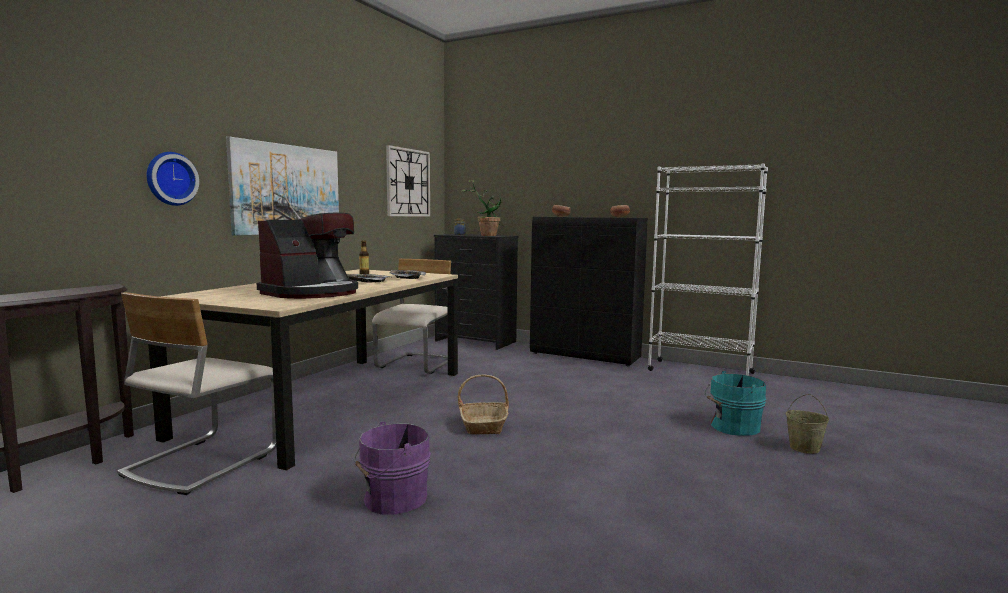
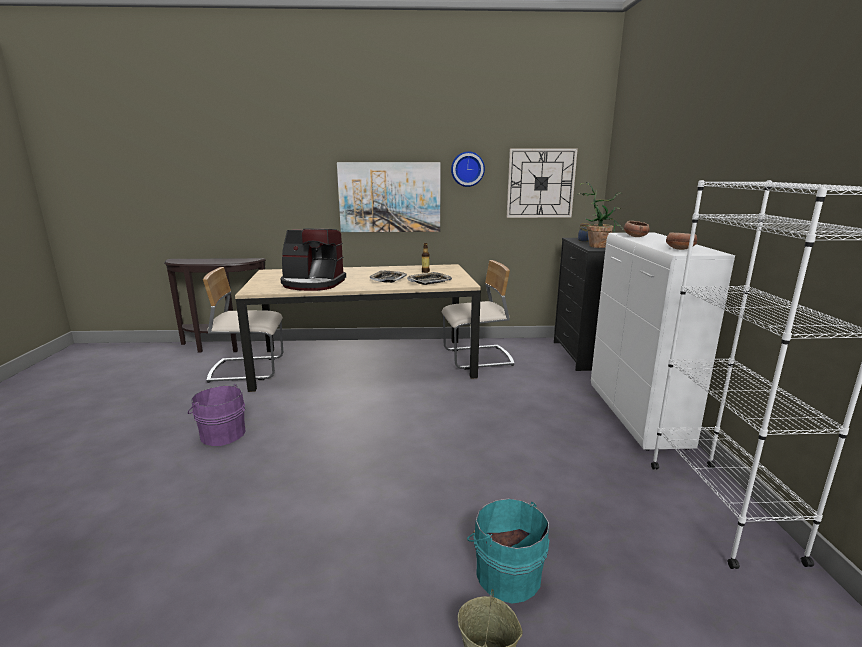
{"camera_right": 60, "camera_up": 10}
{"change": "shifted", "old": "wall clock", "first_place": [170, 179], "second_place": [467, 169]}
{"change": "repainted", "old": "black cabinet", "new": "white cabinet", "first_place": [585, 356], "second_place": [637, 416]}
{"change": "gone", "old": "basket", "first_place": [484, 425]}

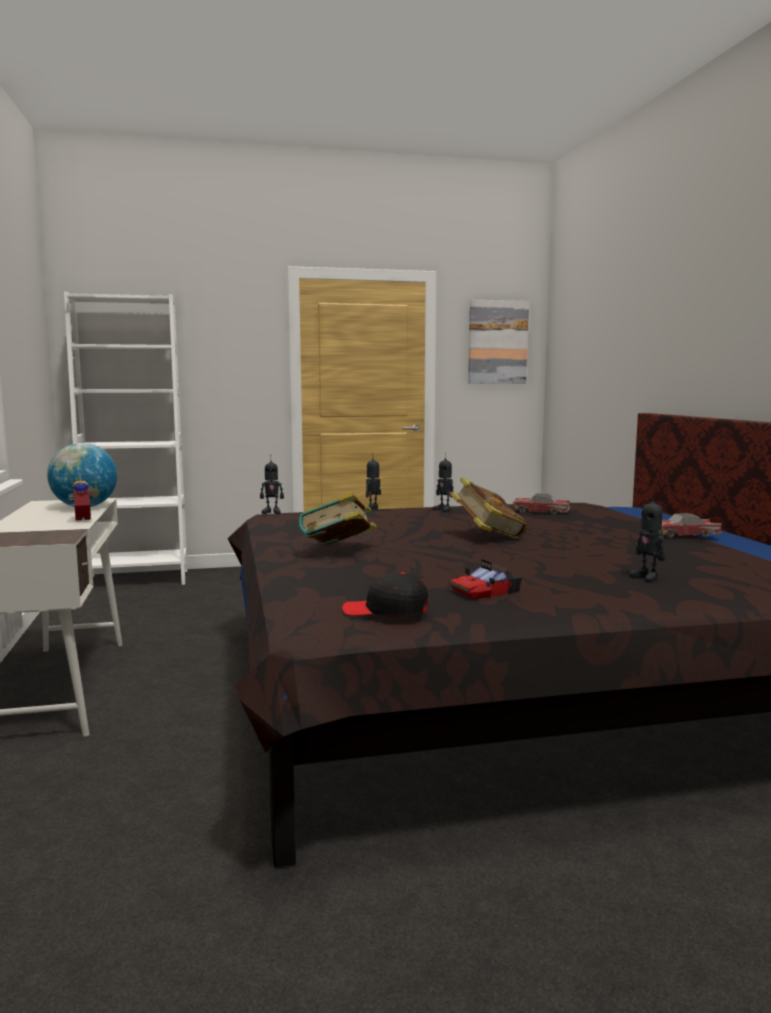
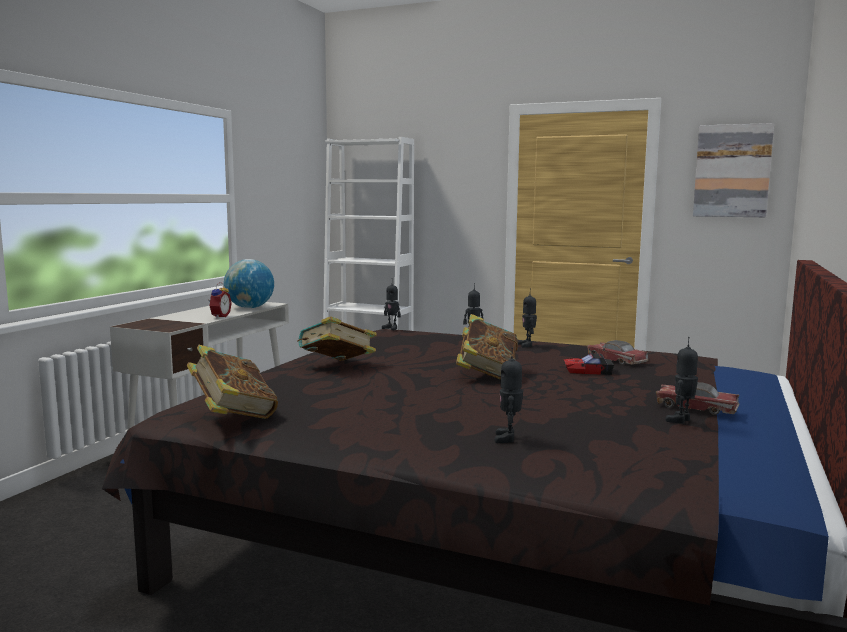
{"camera_right": 35, "camera_up": 0}
{"change": "shifted", "old": "toy car", "first_place": [485, 591], "second_place": [588, 371]}
{"change": "swapped", "old": "black cap", "new": "book", "first_place": [386, 611], "second_place": [233, 416]}
{"change": "new", "new": "toy robot", "second_place": [681, 420]}

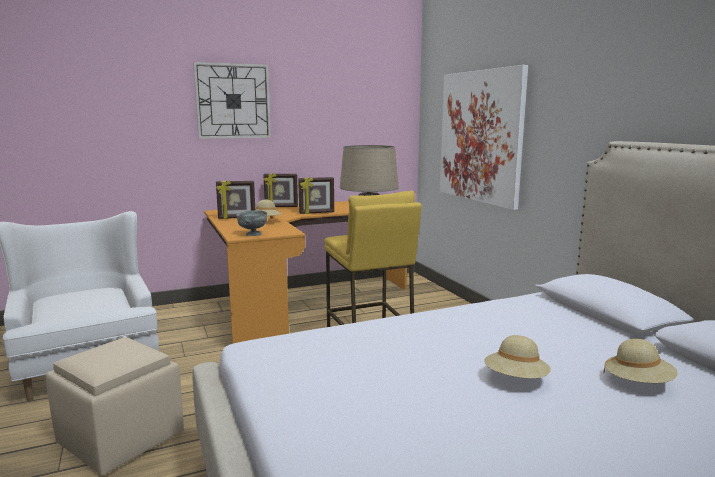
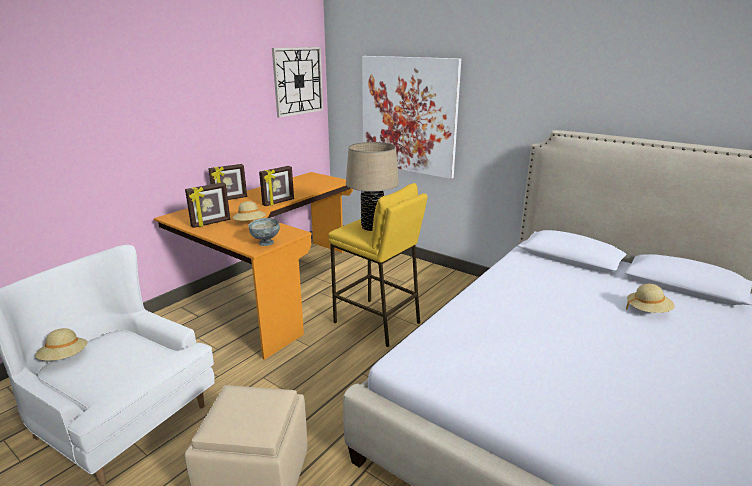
{"camera_right": -30, "camera_up": 10}
{"change": "shifted", "old": "wall clock", "first_place": [233, 101], "second_place": [298, 81]}
{"change": "shifted", "old": "beige hat", "first_place": [516, 379], "second_place": [64, 358]}

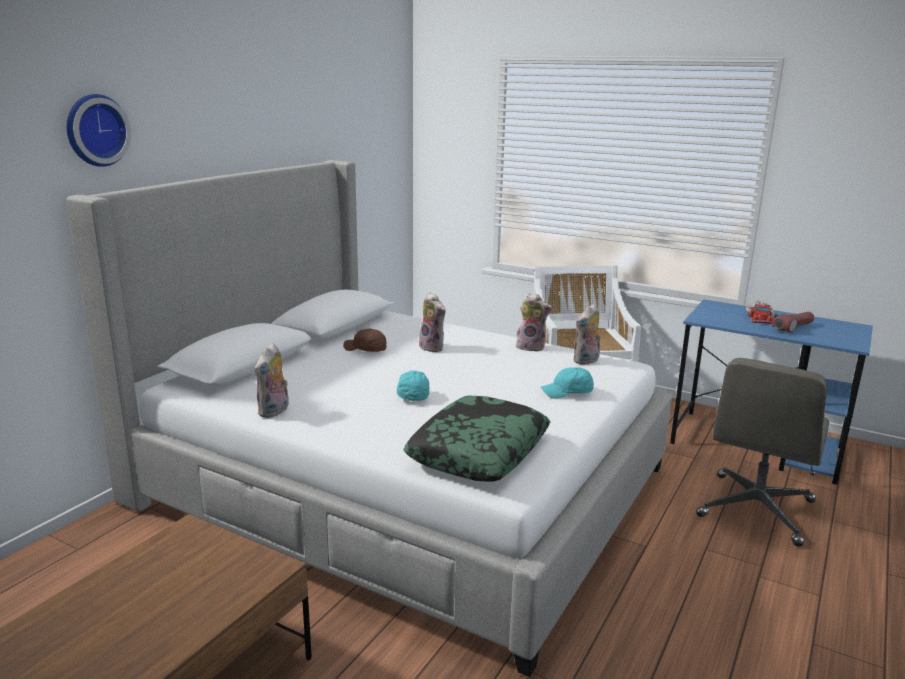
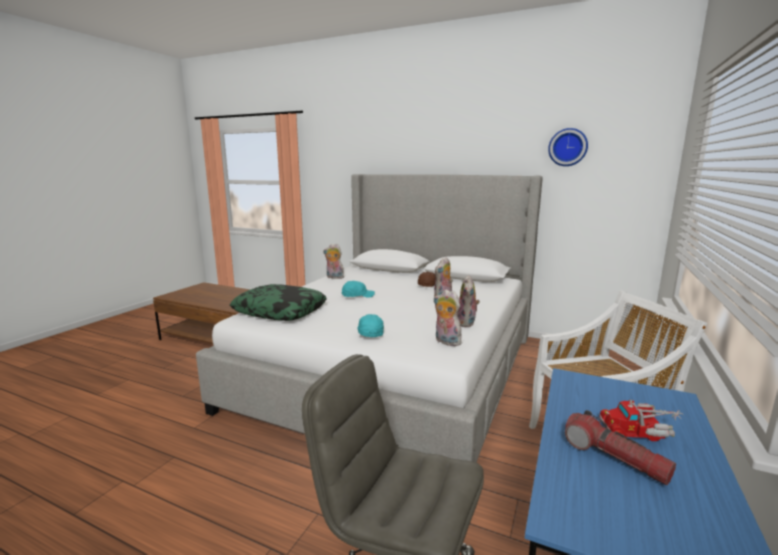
{"camera_right": 85, "camera_up": -5}
{"change": "shifted", "old": "wall clock", "first_place": [95, 130], "second_place": [568, 147]}

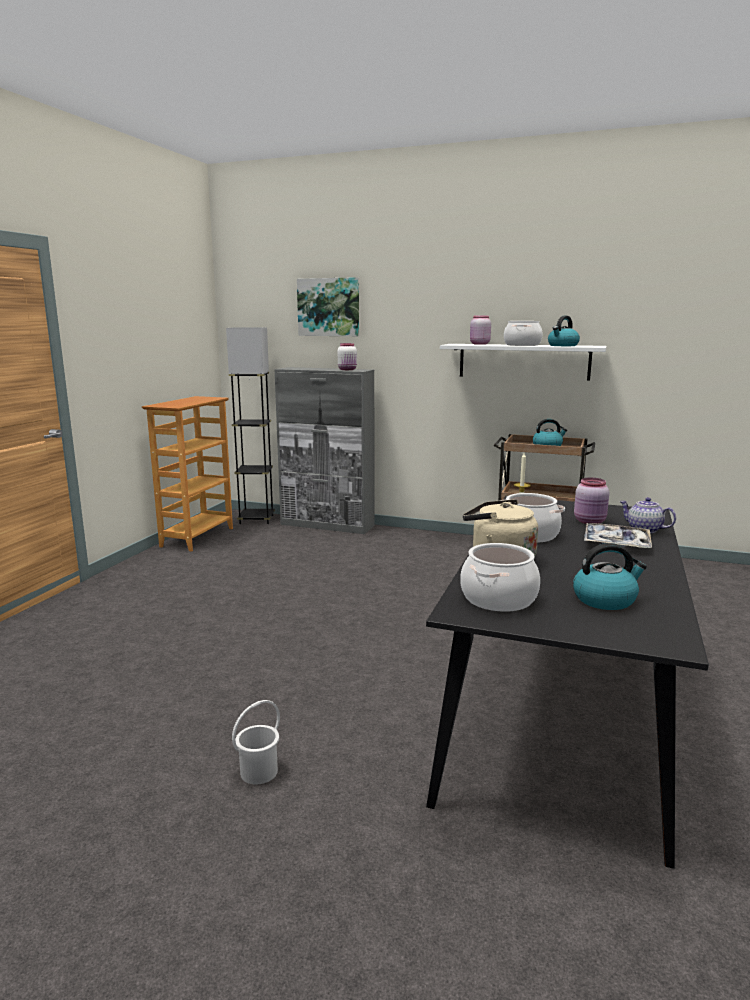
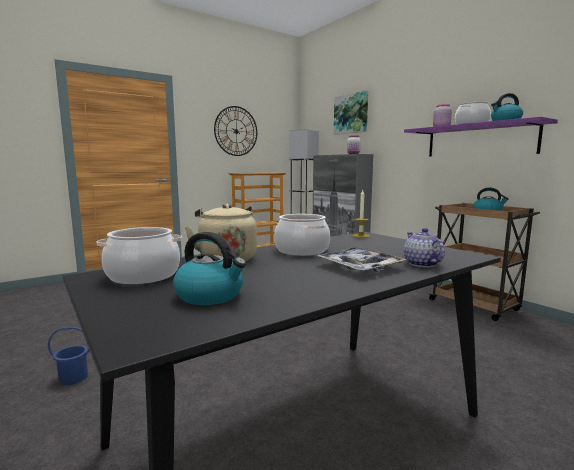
{"camera_right": 35, "camera_up": -5}
{"change": "repainted", "old": "white shelf", "new": "purple shelf", "first_place": [523, 361], "second_place": [479, 140]}
{"change": "gone", "old": "pink jar", "first_place": [590, 521]}
{"change": "repainted", "old": "white bucket", "new": "blue bucket", "first_place": [259, 772], "second_place": [73, 377]}
{"change": "new", "new": "wall clock", "second_place": [236, 131]}

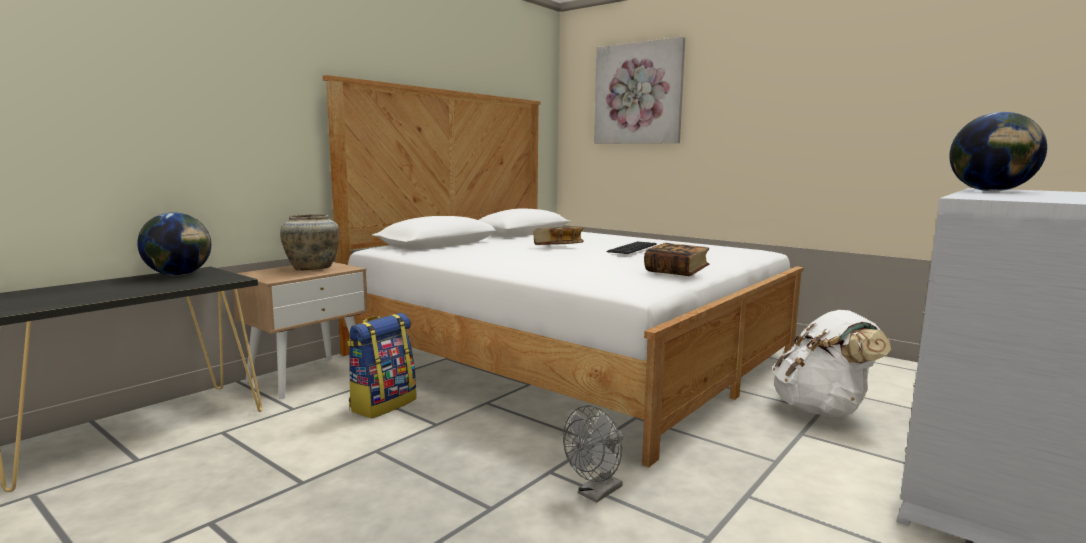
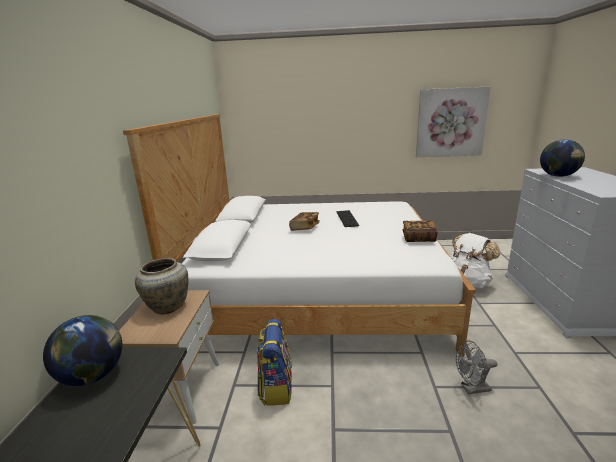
{"camera_right": -35, "camera_up": 10}
{"change": "shifted", "old": "picture", "first_place": [638, 93], "second_place": [451, 123]}
{"change": "rotated", "old": "grey fan", "first_place": [596, 494], "second_place": [471, 388], "degrees": 75}

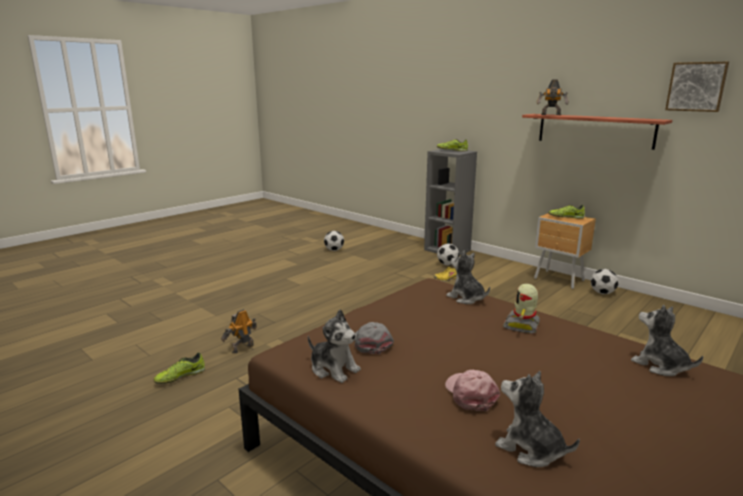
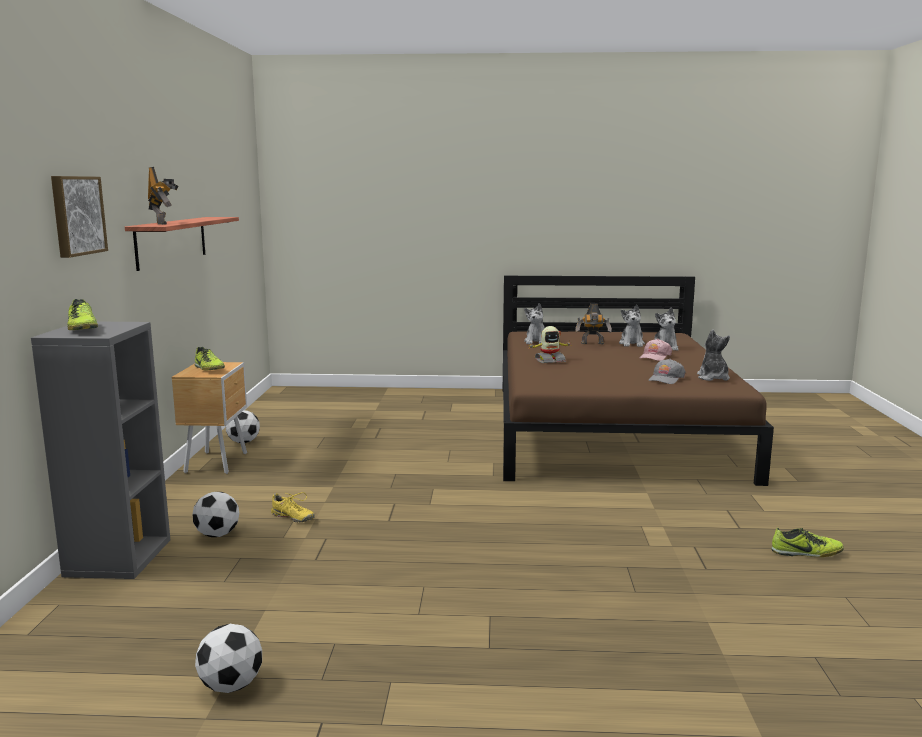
{"camera_right": -130, "camera_up": -5}
{"change": "shifted", "old": "picture", "first_place": [696, 86], "second_place": [76, 215]}
{"change": "shifted", "old": "plush toy", "first_place": [466, 298], "second_place": [632, 344]}
{"change": "shifted", "old": "toy robot", "first_place": [242, 348], "second_place": [592, 344]}

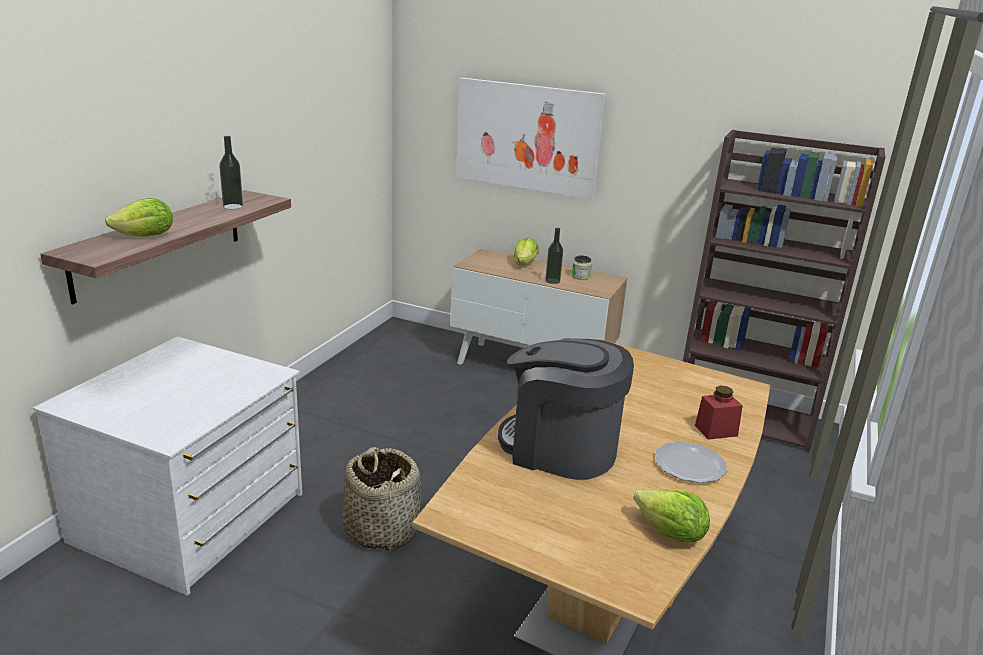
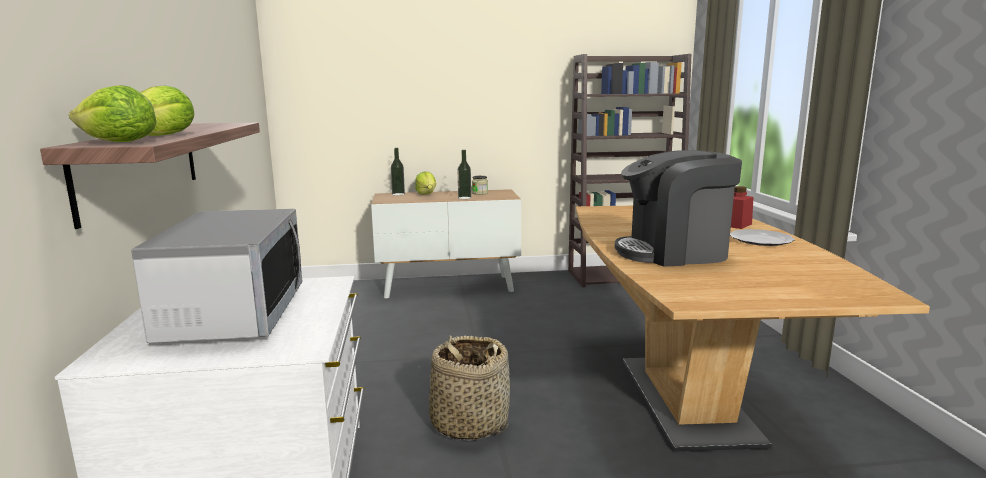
{"camera_right": -30, "camera_up": -10}
{"change": "gone", "old": "picture", "first_place": [527, 137]}
{"change": "shifted", "old": "bottle", "first_place": [233, 206], "second_place": [398, 194]}
{"change": "shifted", "old": "lettuce", "first_place": [670, 533], "second_place": [119, 143]}
{"change": "new", "new": "microwave", "second_place": [234, 314]}

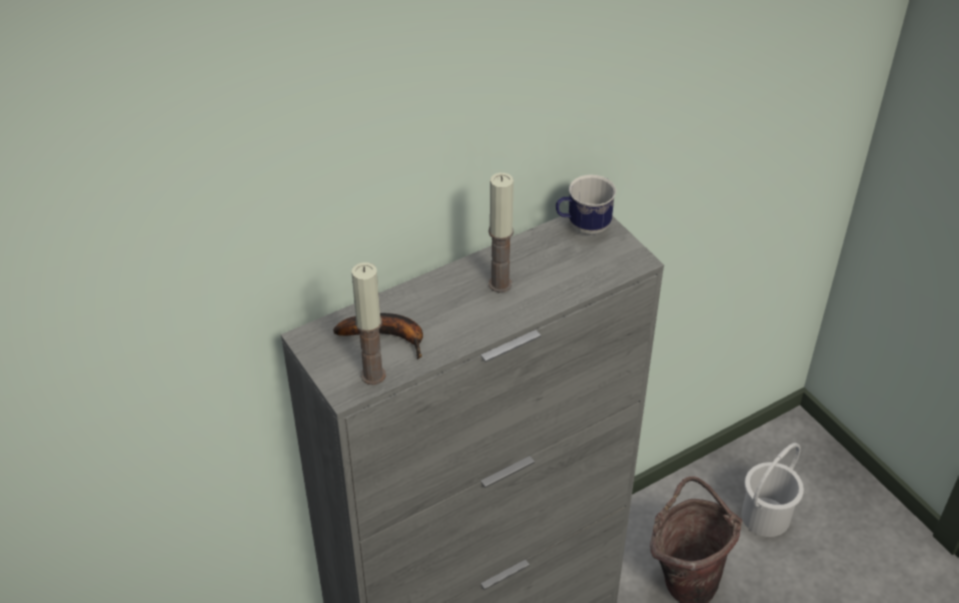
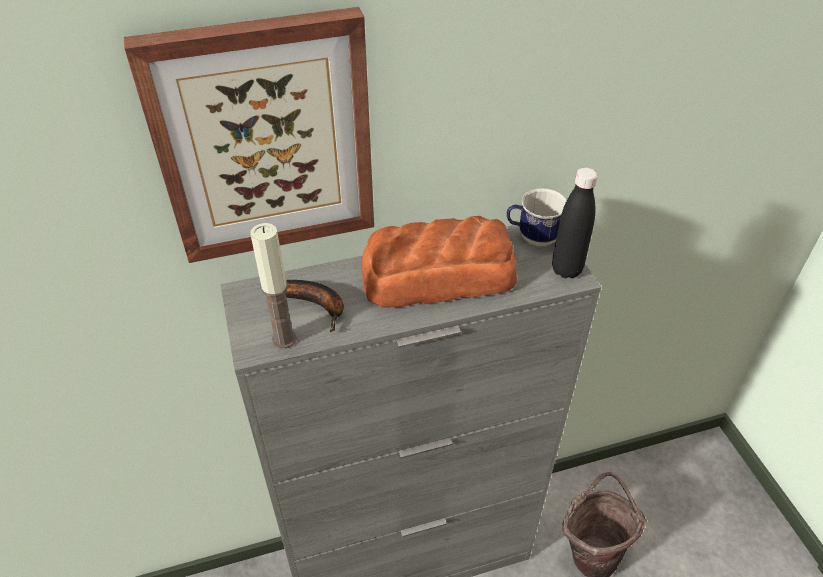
{"camera_right": 15, "camera_up": 0}
{"change": "swapped", "old": "candle", "new": "bread", "first_place": [500, 284], "second_place": [436, 276]}
{"change": "gone", "old": "white bucket", "first_place": [766, 517]}
{"change": "new", "new": "picture", "second_place": [265, 139]}
{"change": "new", "new": "black bottle", "second_place": [566, 270]}

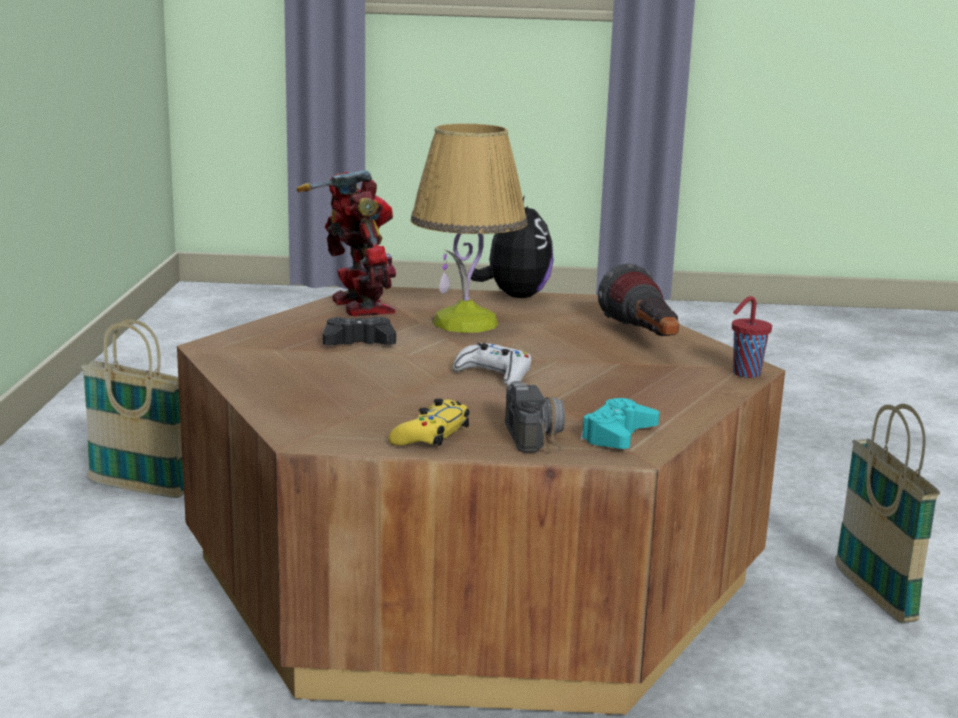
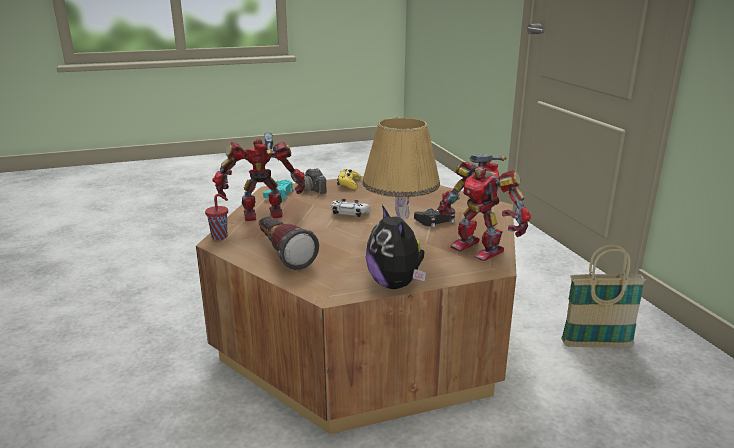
{"camera_right": 160, "camera_up": 5}
{"change": "gone", "old": "basket", "first_place": [874, 595]}
{"change": "new", "new": "toy robot", "second_place": [263, 215]}

